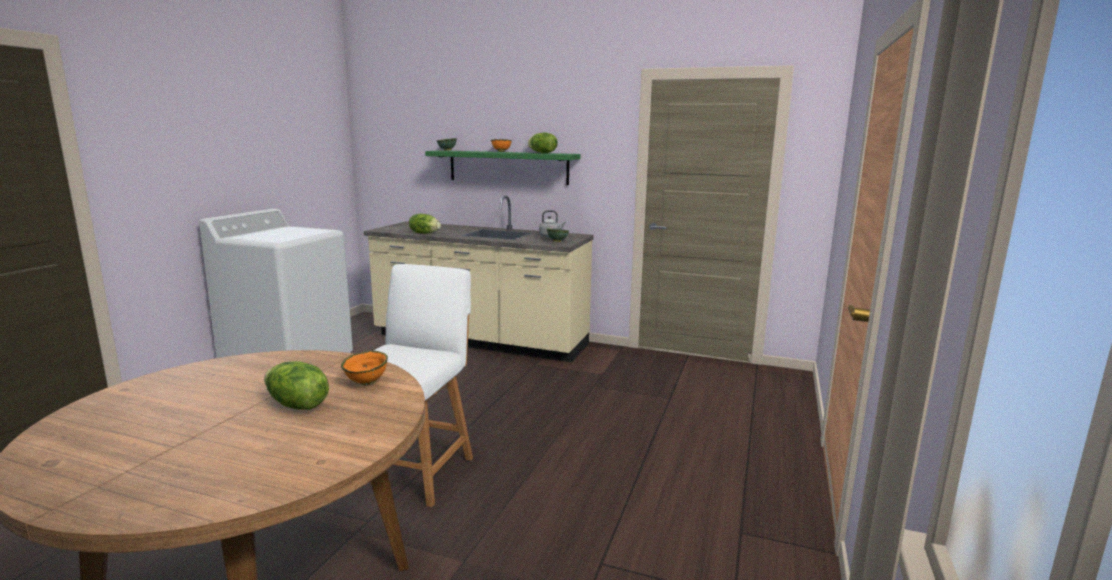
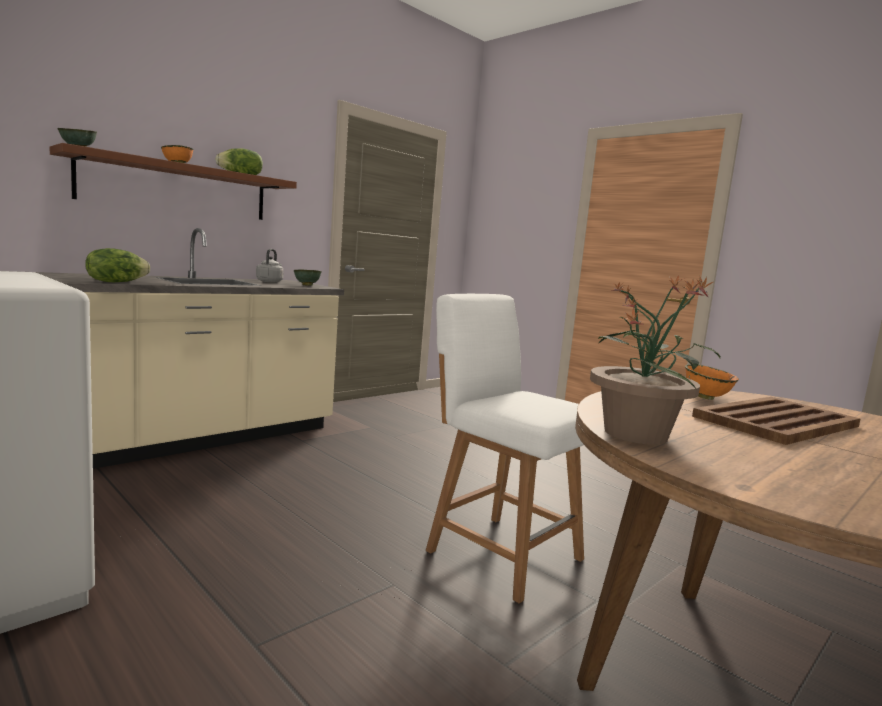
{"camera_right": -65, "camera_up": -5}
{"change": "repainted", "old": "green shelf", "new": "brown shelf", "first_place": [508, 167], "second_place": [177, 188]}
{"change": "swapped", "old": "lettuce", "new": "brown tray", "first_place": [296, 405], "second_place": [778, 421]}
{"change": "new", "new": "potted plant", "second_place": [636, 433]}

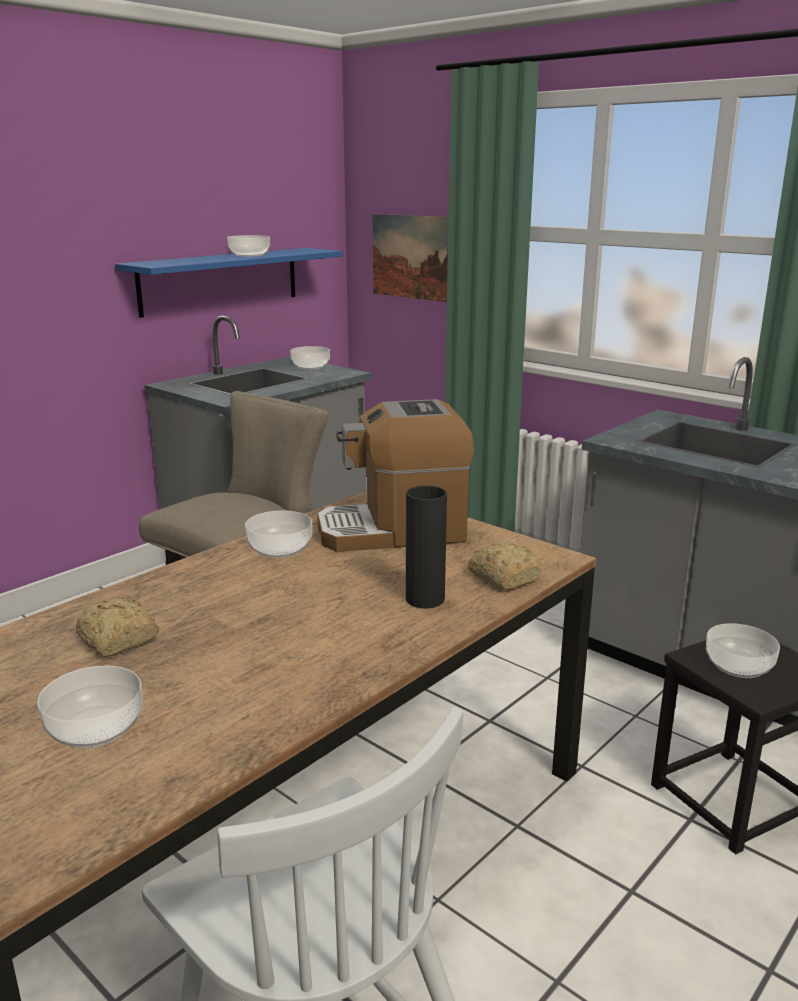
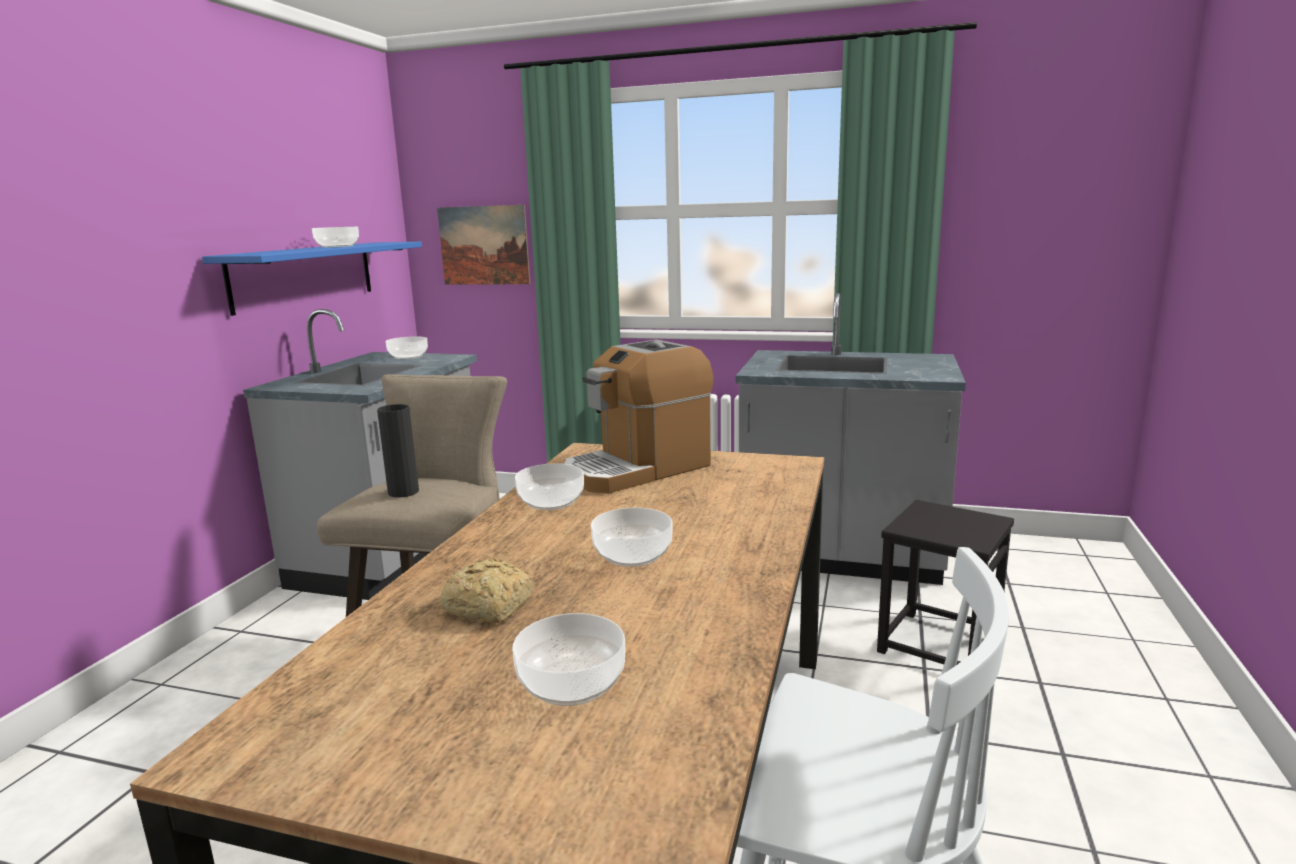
{"camera_right": -25, "camera_up": -5}
{"change": "shifted", "old": "black vase", "first_place": [425, 599], "second_place": [403, 492]}
{"change": "gone", "old": "bread", "first_place": [504, 577]}
{"change": "shifted", "old": "bowl", "first_place": [738, 665], "second_place": [632, 554]}

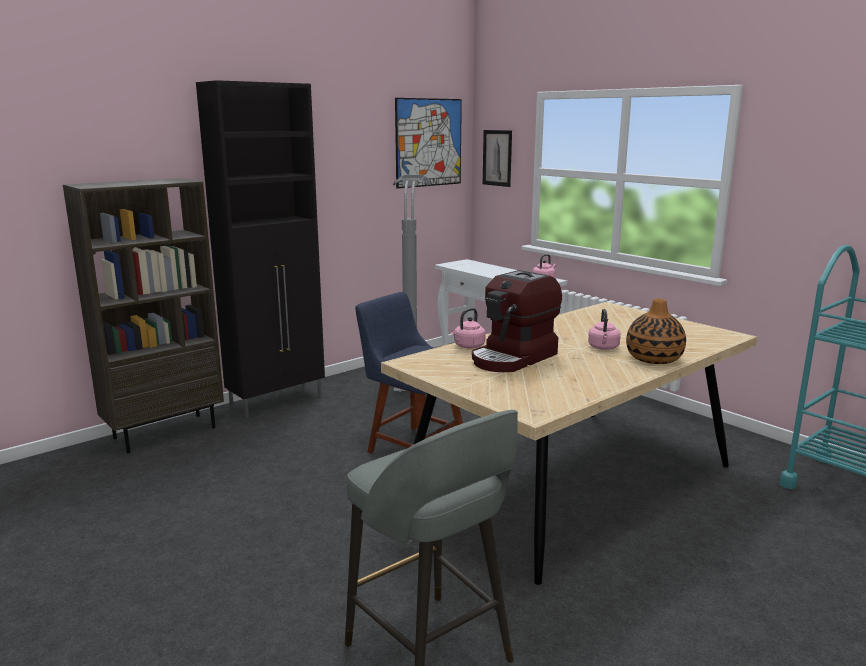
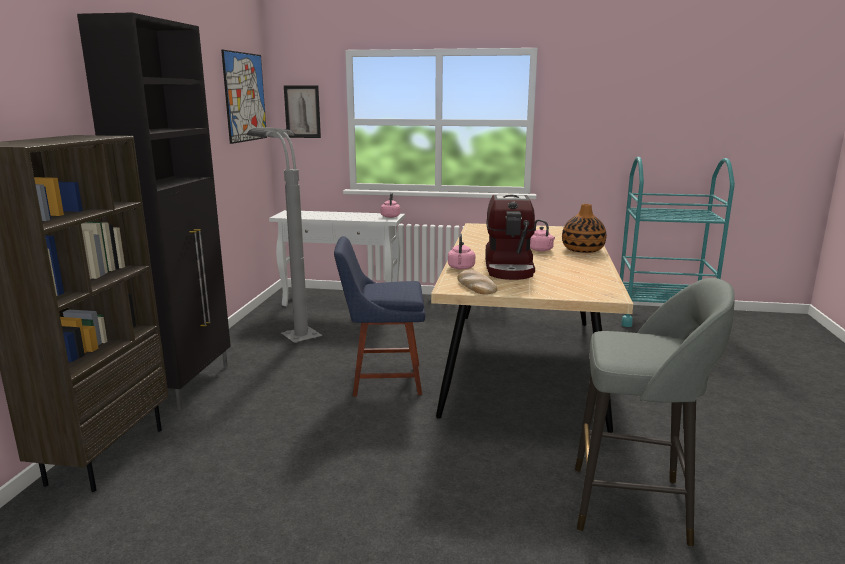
{"camera_right": -40, "camera_up": 0}
{"change": "new", "new": "bread", "second_place": [475, 286]}

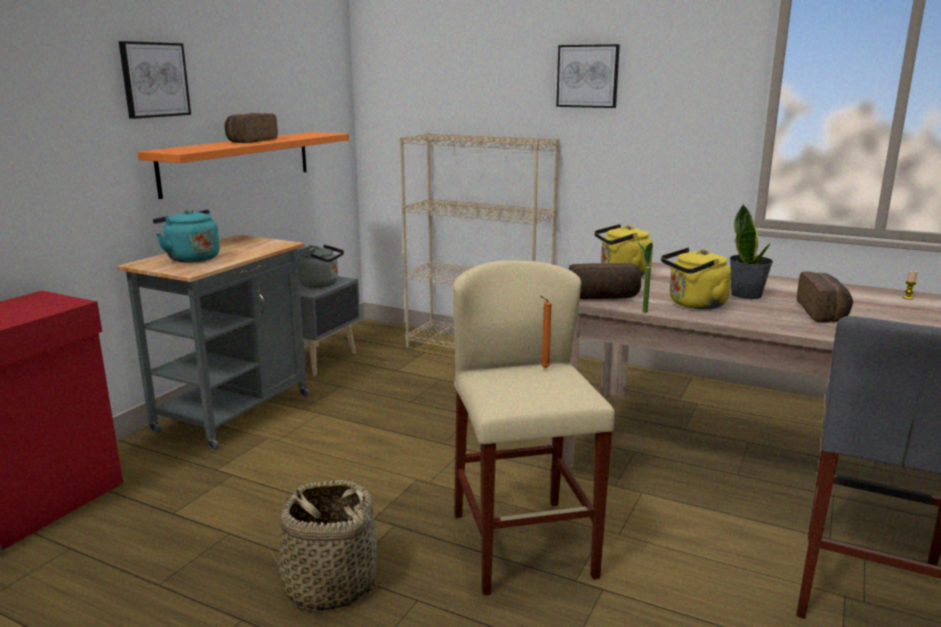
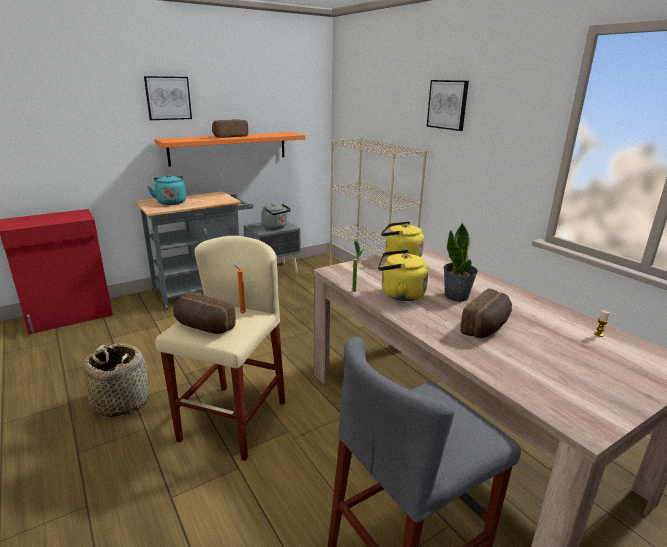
{"camera_right": 30, "camera_up": 5}
{"change": "shifted", "old": "bread", "first_place": [603, 298], "second_place": [203, 327]}

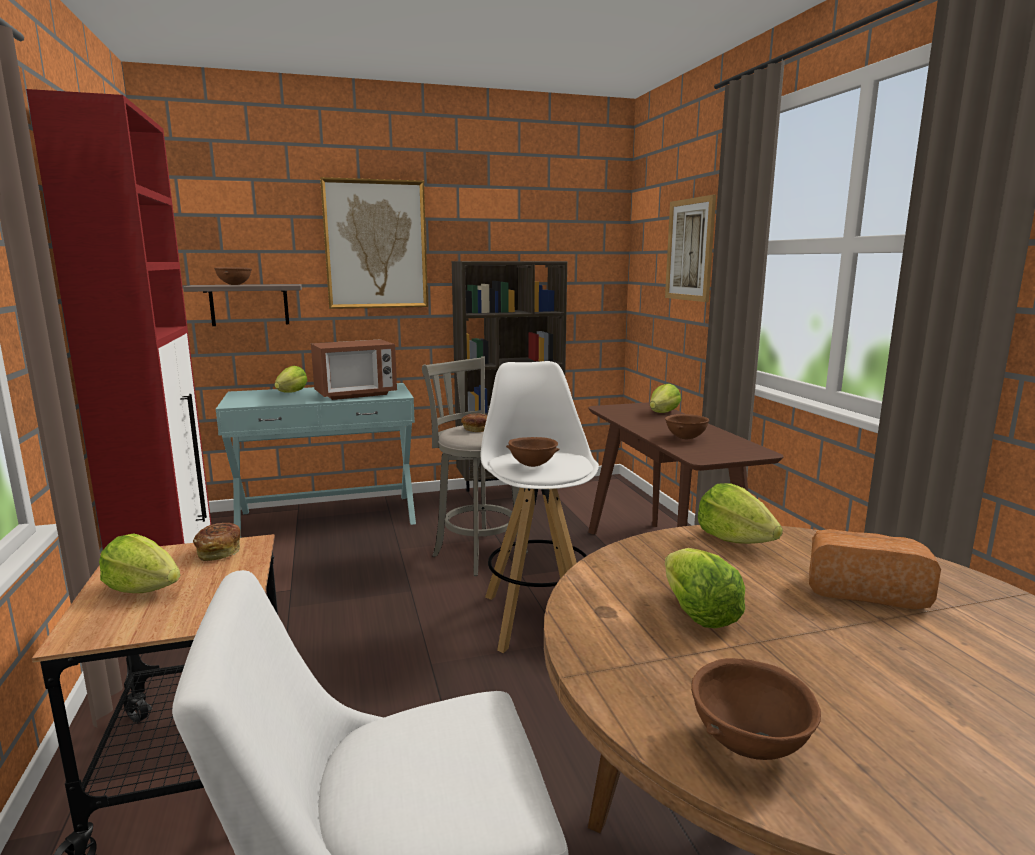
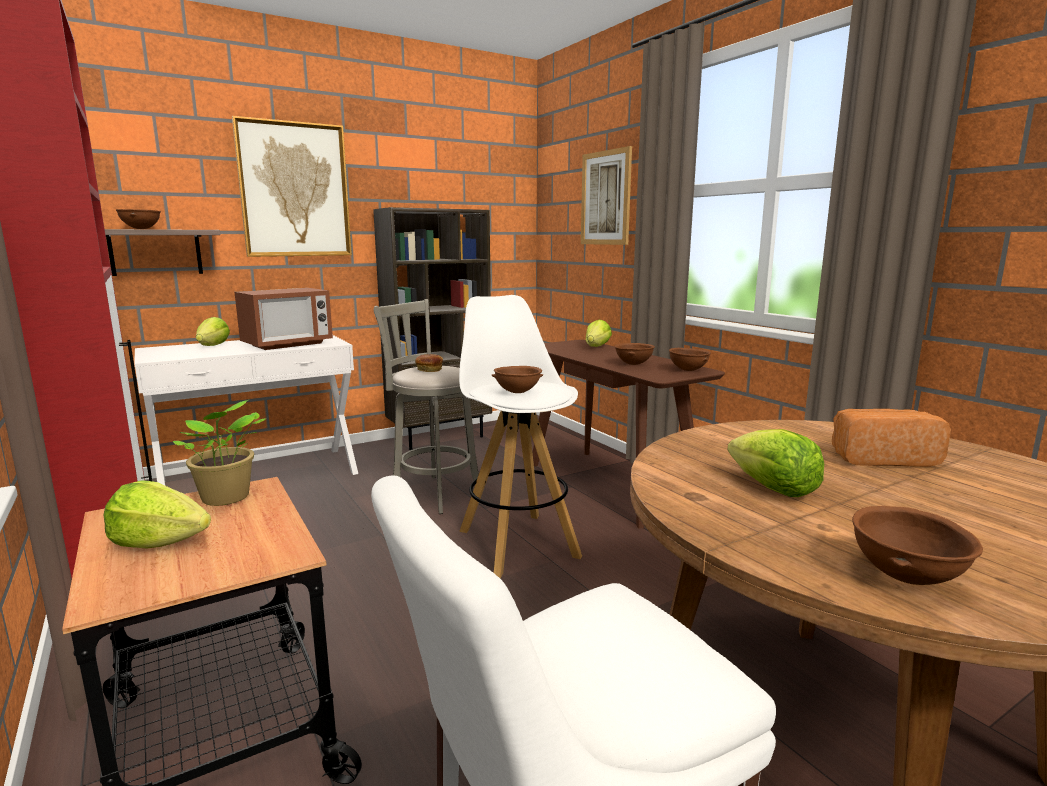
{"camera_right": -15, "camera_up": 0}
{"change": "repainted", "old": "turquoise console table", "new": "white console table", "first_place": [328, 517], "second_place": [260, 476]}
{"change": "gone", "old": "lettuce", "first_place": [734, 539]}
{"change": "swapped", "old": "bread", "new": "potted plant", "first_place": [219, 552], "second_place": [226, 498]}
{"change": "new", "new": "brown bowl", "second_place": [688, 370]}

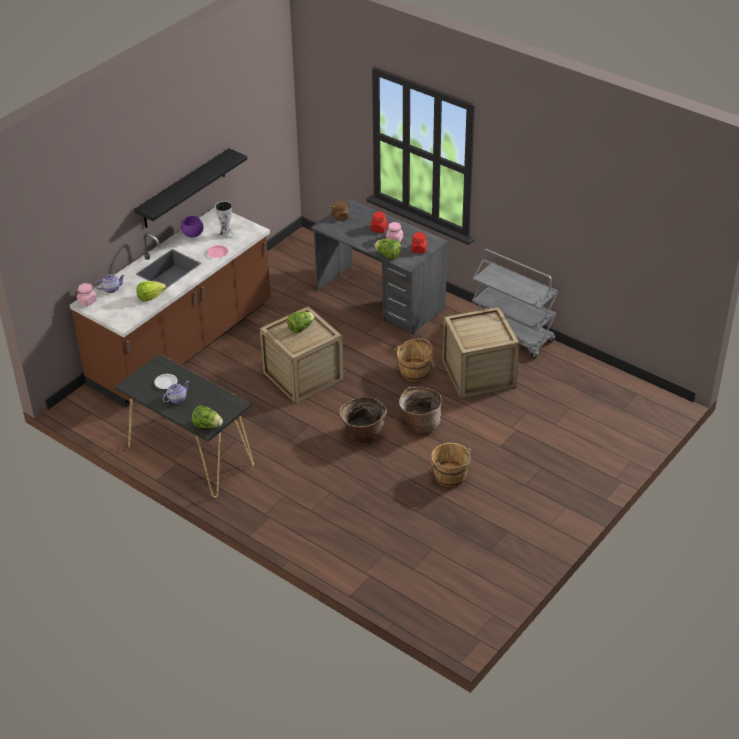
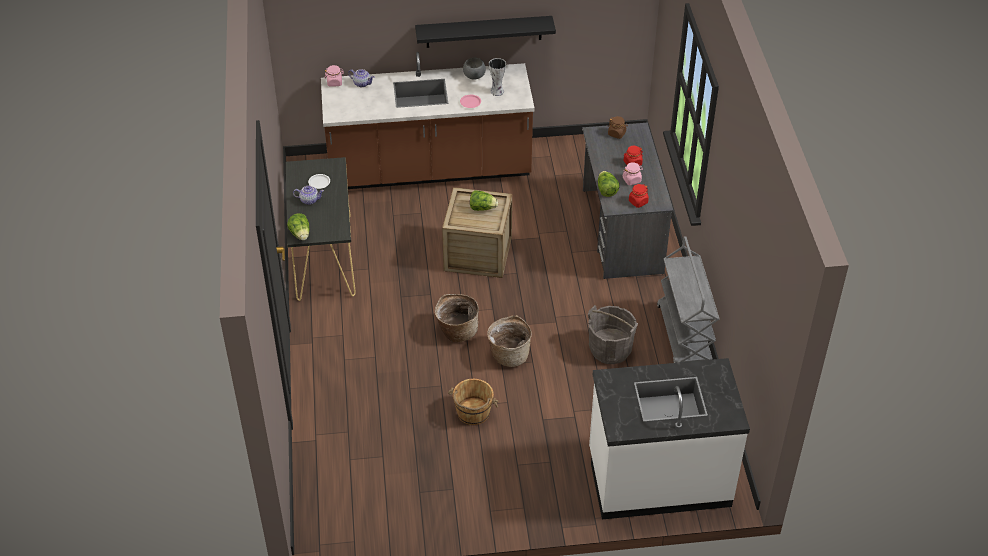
{"camera_right": 45, "camera_up": 5}
{"change": "repainted", "old": "purple bowl", "new": "grey bowl", "first_place": [192, 234], "second_place": [474, 76]}
{"change": "gone", "old": "lettuce", "first_place": [150, 297]}
{"change": "swapped", "old": "crate", "new": "grey bucket", "first_place": [479, 374], "second_place": [610, 349]}
{"change": "gone", "old": "brown bucket", "first_place": [415, 371]}
{"change": "new", "new": "white counter", "second_place": [658, 478]}

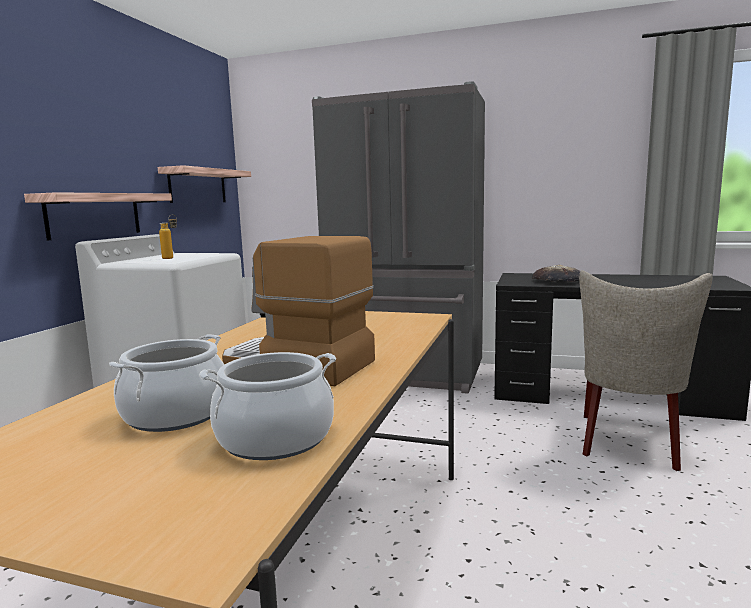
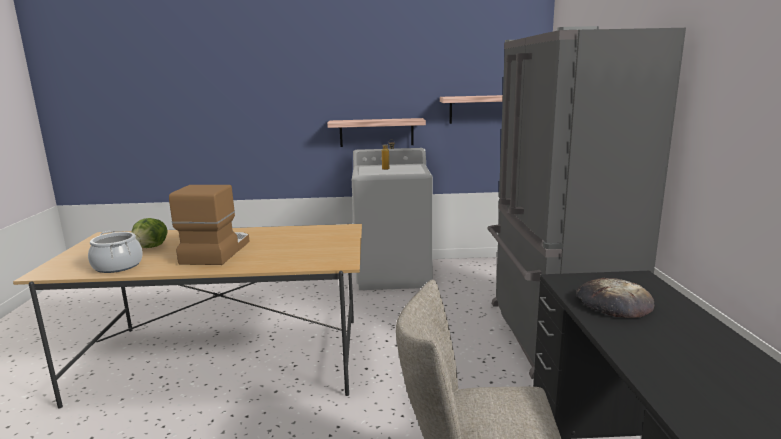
{"camera_right": 70, "camera_up": 5}
{"change": "swapped", "old": "cooking pot", "new": "lettuce", "first_place": [176, 414], "second_place": [151, 247]}

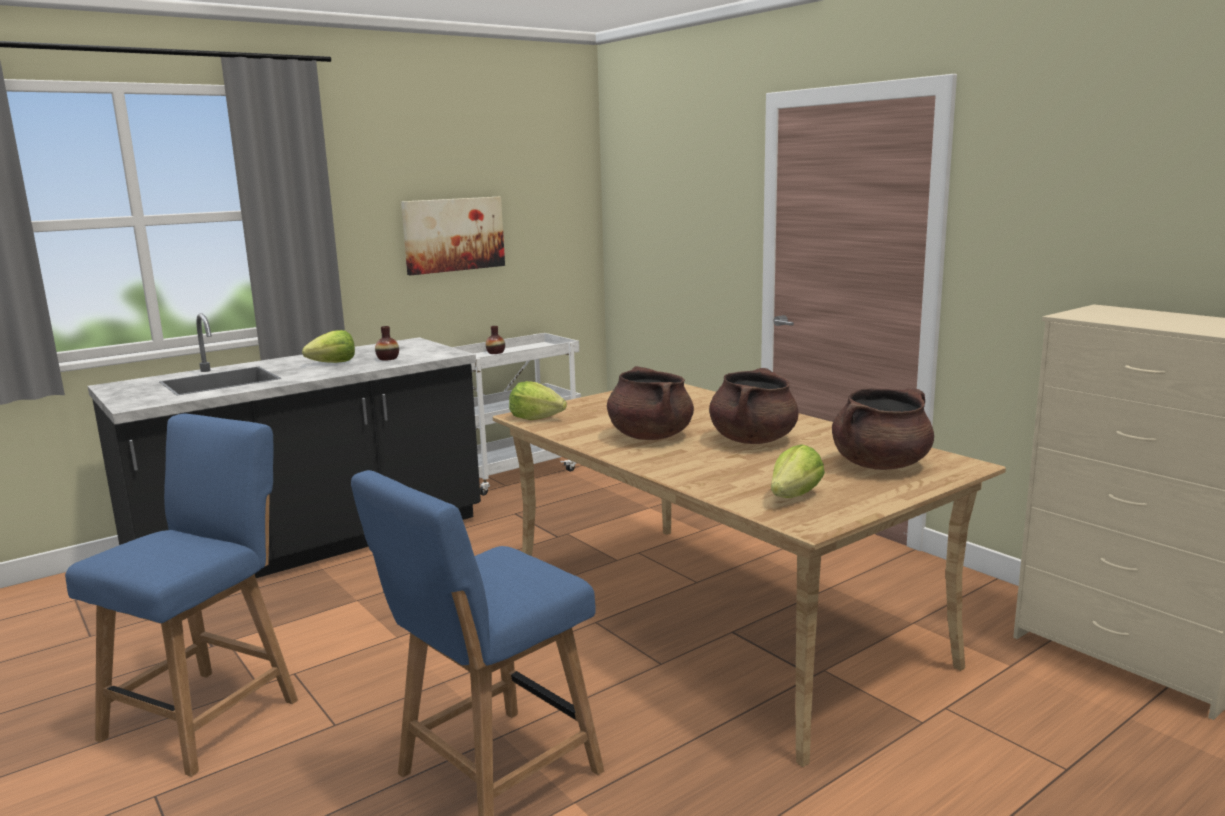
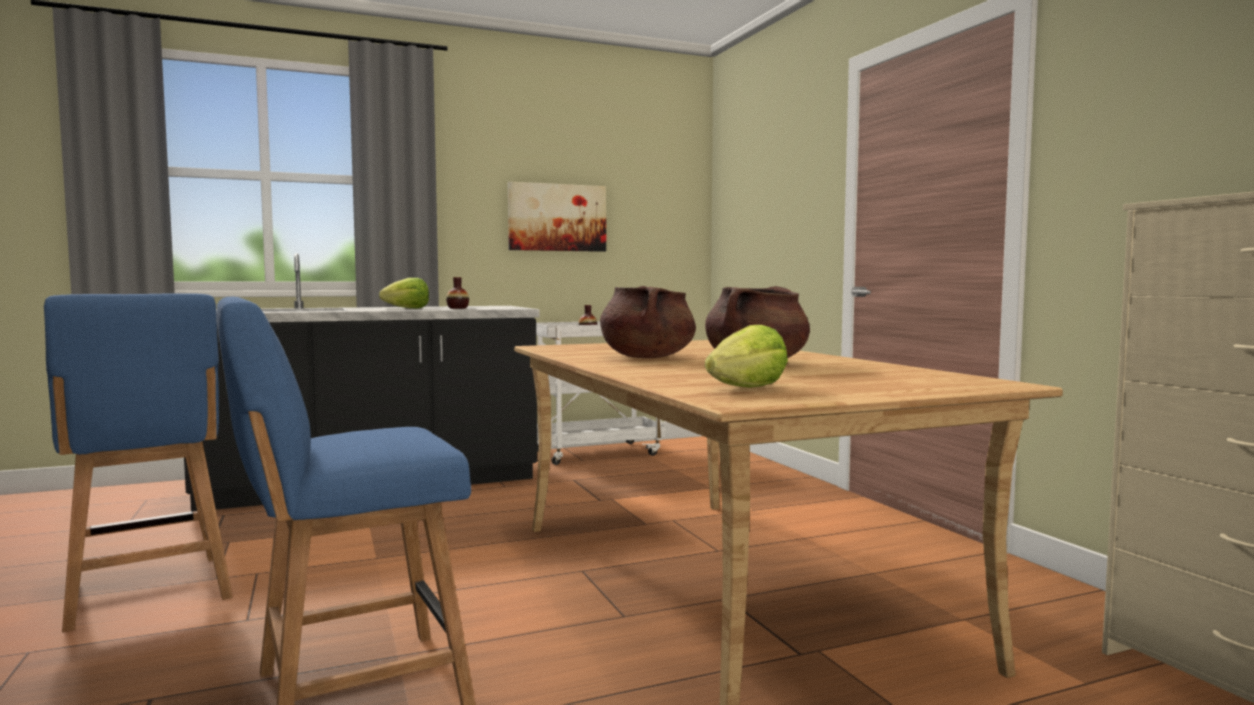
{"camera_right": 15, "camera_up": -10}
{"change": "gone", "old": "lettuce", "first_place": [536, 418]}
{"change": "gone", "old": "brown cooking pot", "first_place": [880, 465]}
{"change": "rotated", "old": "blue chair", "first_place": [208, 714], "second_place": [148, 594], "degrees": 105}

